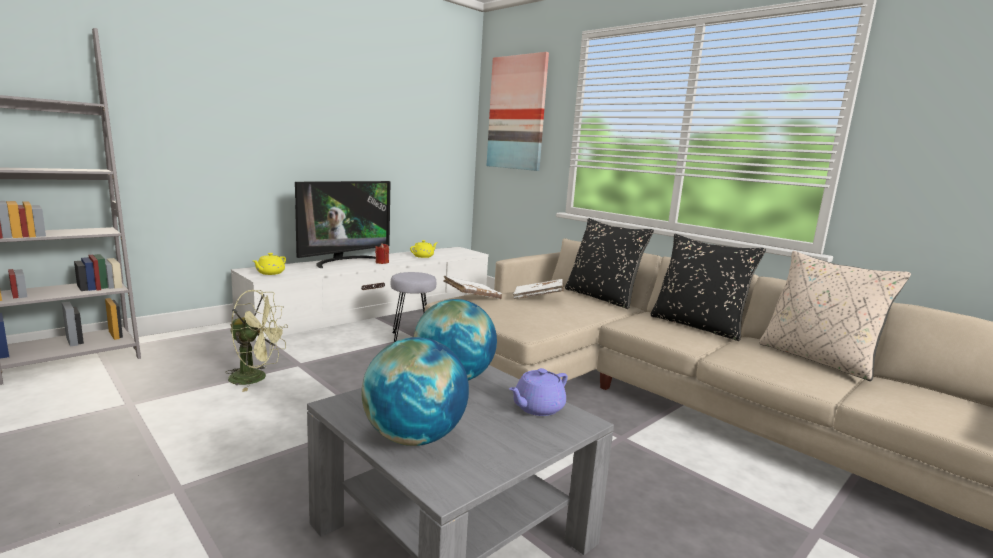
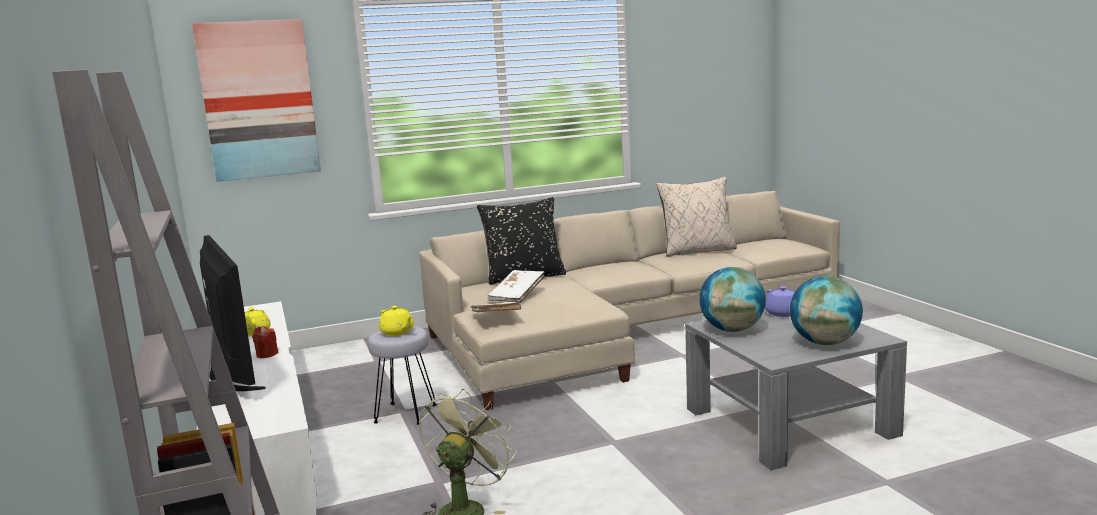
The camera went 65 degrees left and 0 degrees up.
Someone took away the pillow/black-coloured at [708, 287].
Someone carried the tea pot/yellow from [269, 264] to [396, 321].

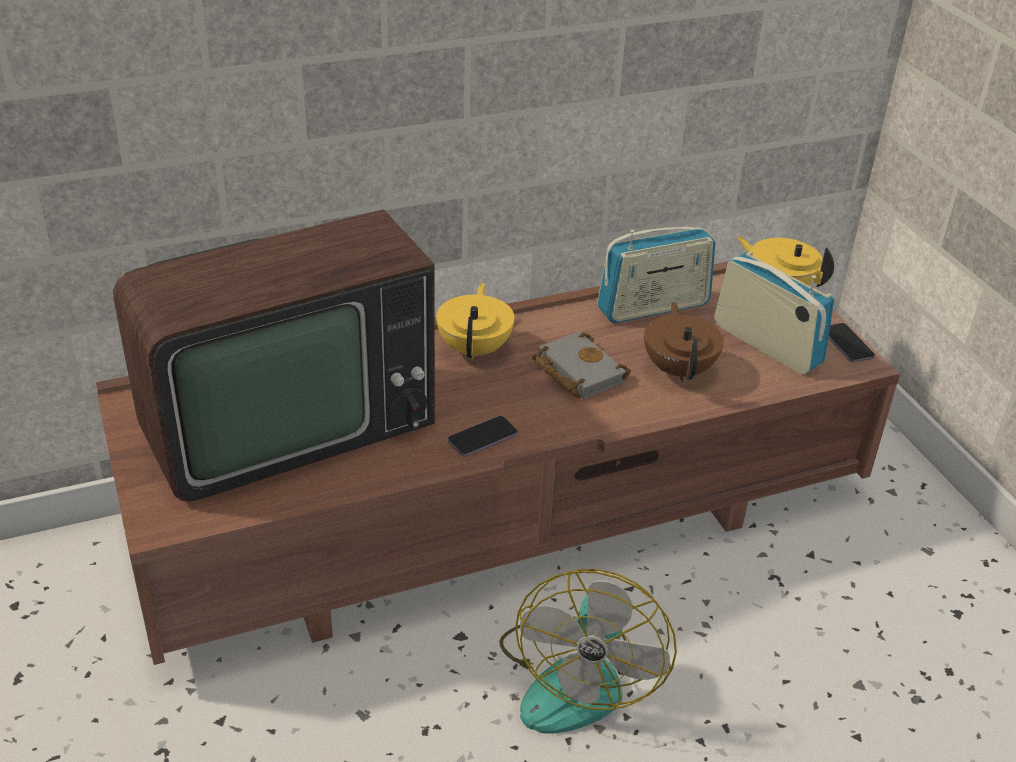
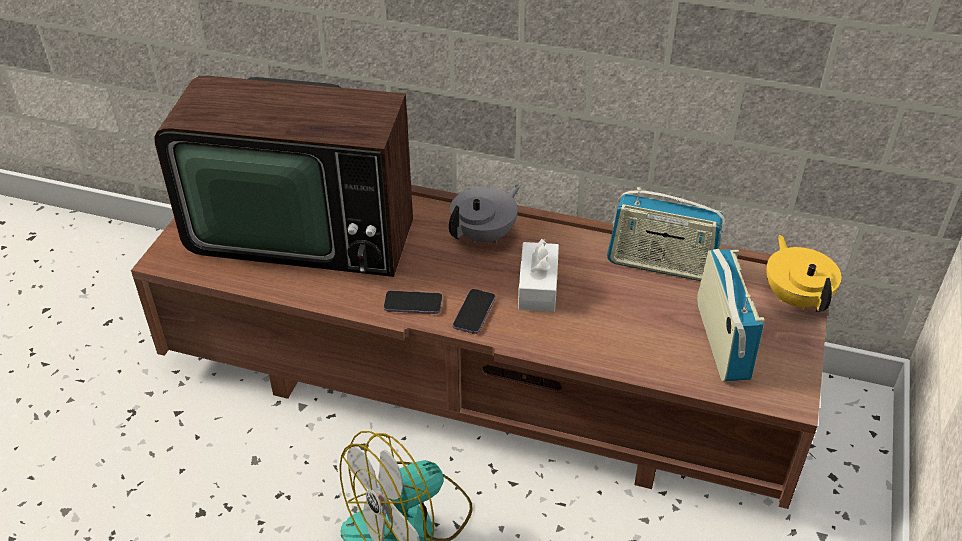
The camera went 40 degrees right and 5 degrees up.
Someone repainted the tea pot/yellow at [475, 322], which became the tea pot/greyish at [484, 214].
Someone took away the tea pot/brown-coloured at [684, 342].
Someone carried the phone from [851, 342] to [474, 311].
Someone swapped the book/greyish at [581, 364] for the box of tissues/whitish at [538, 275].

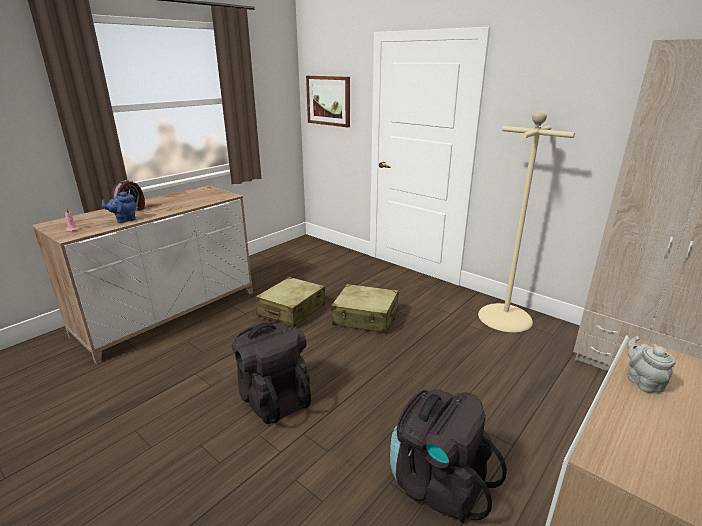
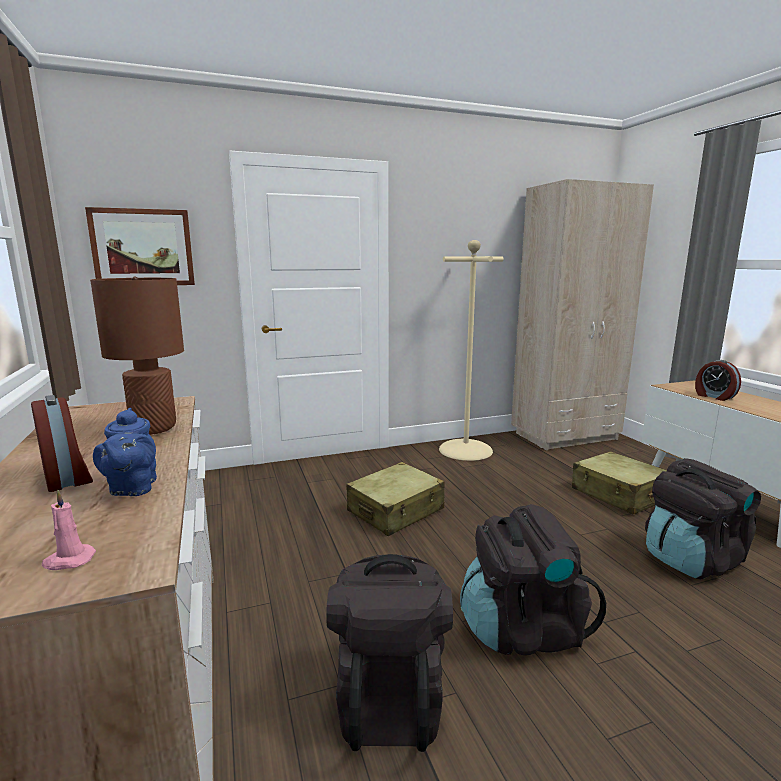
The camera went 60 degrees left and 10 degrees down.
Someone carried the piece of luggage/sand-coloured from [290, 302] to [619, 482].
Someone swapped the tea pot/greyish at [651, 364] for the bedside clock at [718, 380].
Someone put down the table lamp/brown-coloured at [137, 355].
Someone put down the backpack/black-coloured at [389, 653].

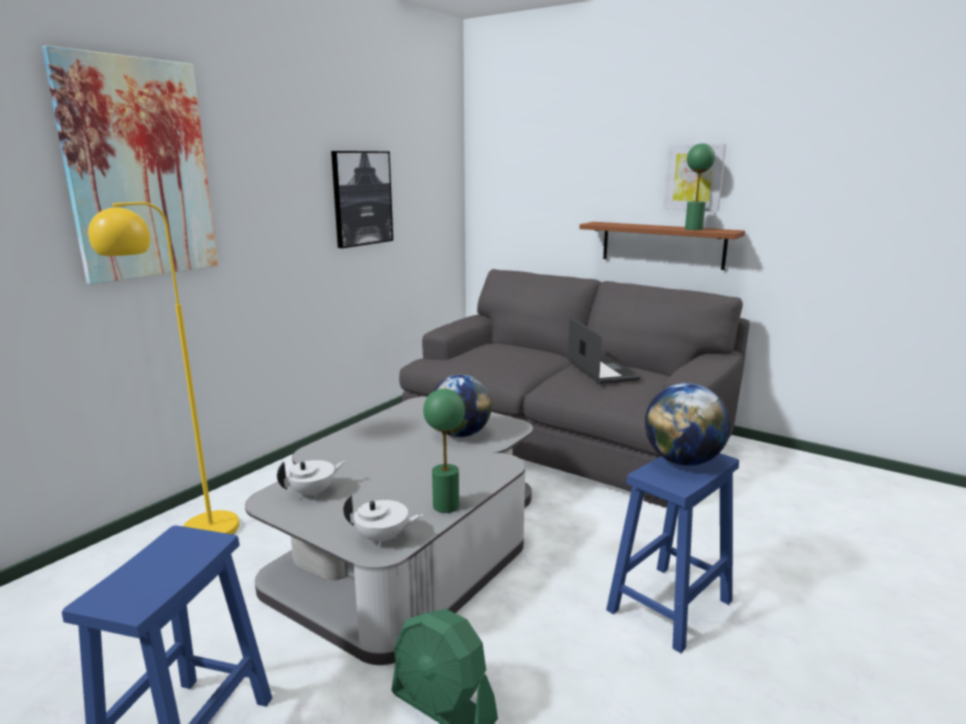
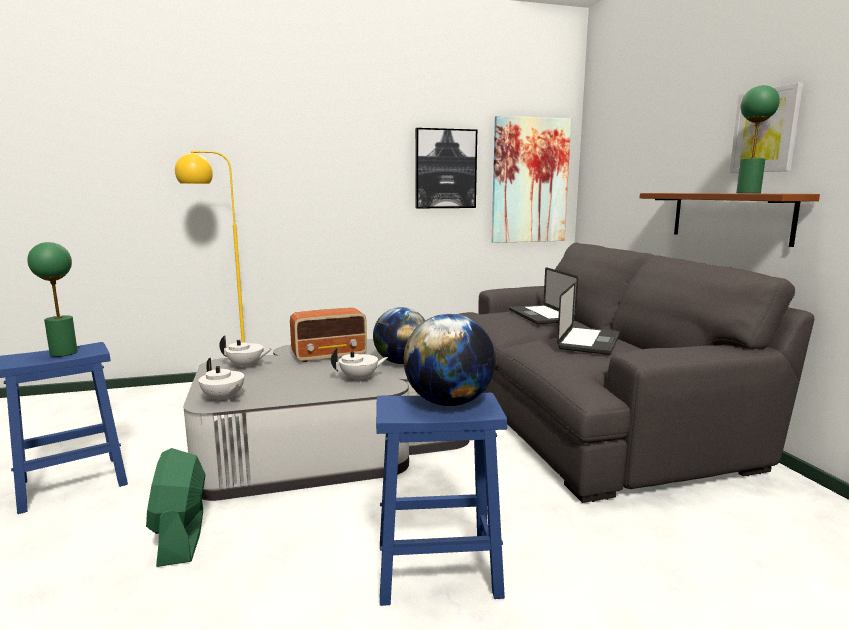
The camera went 40 degrees right and 5 degrees down.
Someone carried the wall art from [130, 165] to [531, 179].
Someone carried the table lamp/greenish from [444, 451] to [52, 299].
Someone put down the portable computer at [543, 295].
Someone put down the radio at [328, 335].
Someone put down the tea pot/whitish at [359, 365].

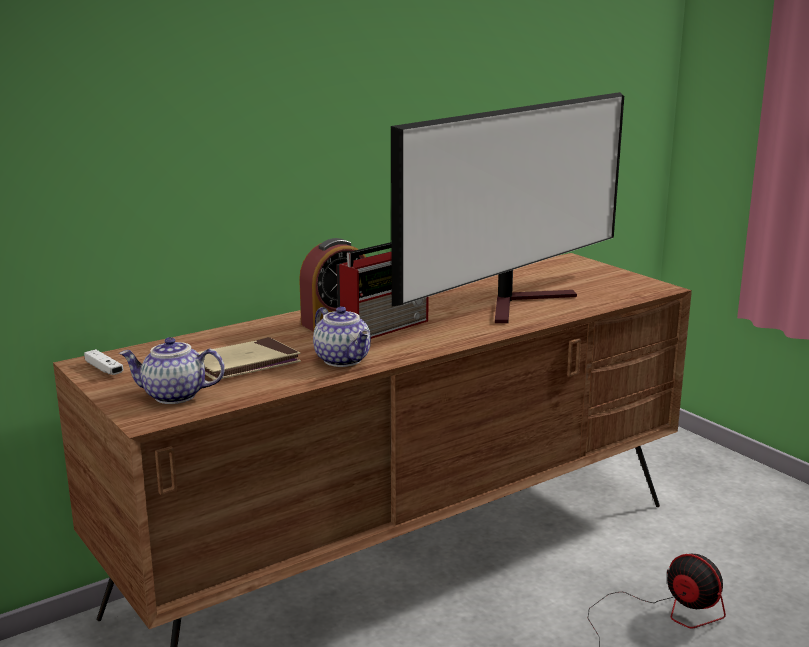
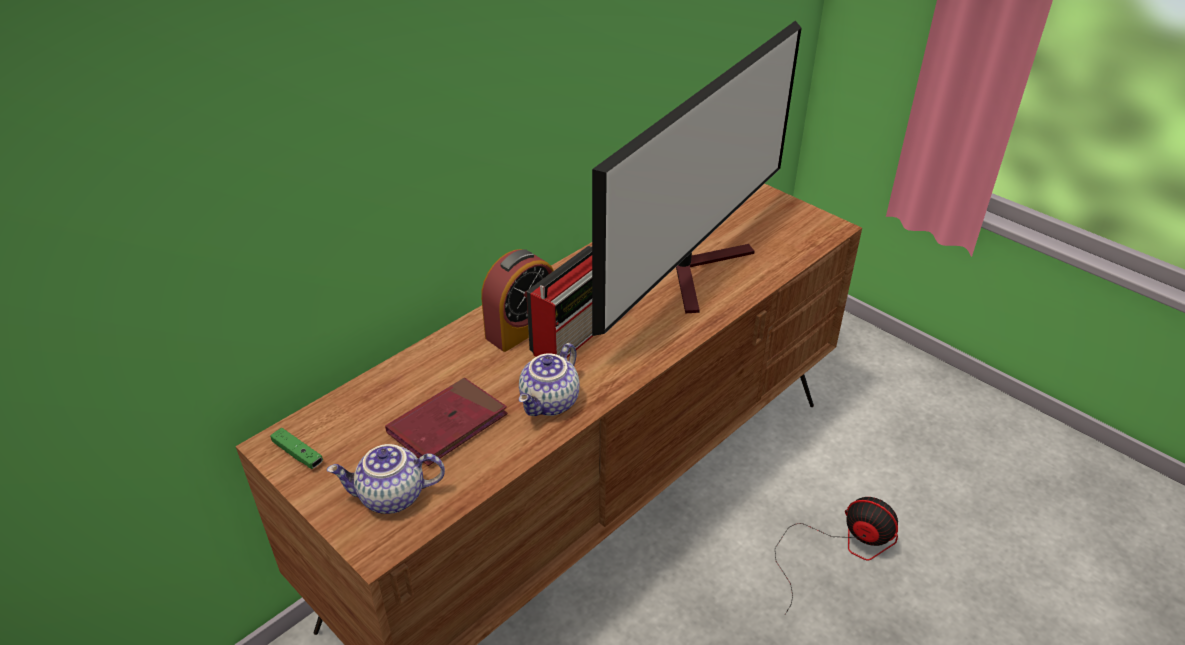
The camera went 10 degrees left and 20 degrees up.
Someone rotated the tea pot at [342, 336] by 75 degrees clockwise.
Someone repainted the book/sand-coloured at [249, 358], which became the book/red-coloured at [446, 422].
Someone repainted the game controller/whitish at [104, 362], which became the game controller/greenish at [296, 448].

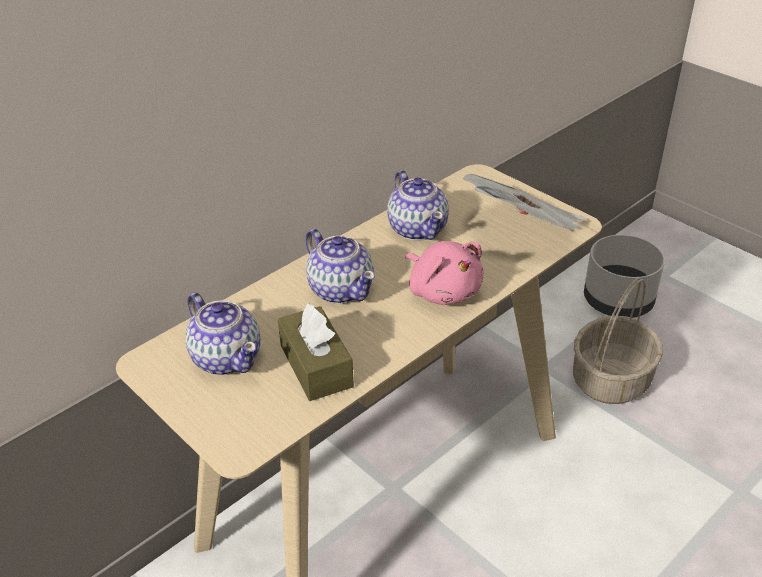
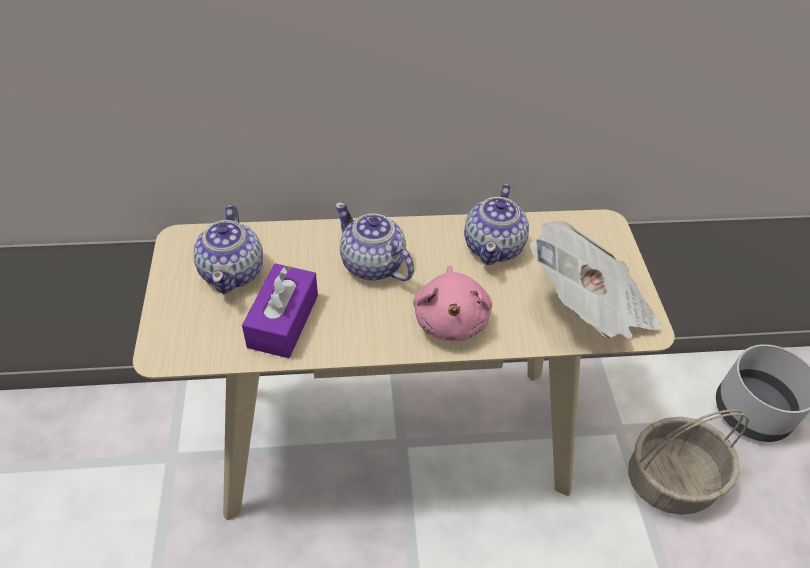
The camera went 35 degrees right and 10 degrees up.
Someone rotated the tea pot at [340, 266] by 135 degrees clockwise.
Someone repainted the box of tissues/brown-coloured at [316, 352], which became the box of tissues/purplish at [280, 310].

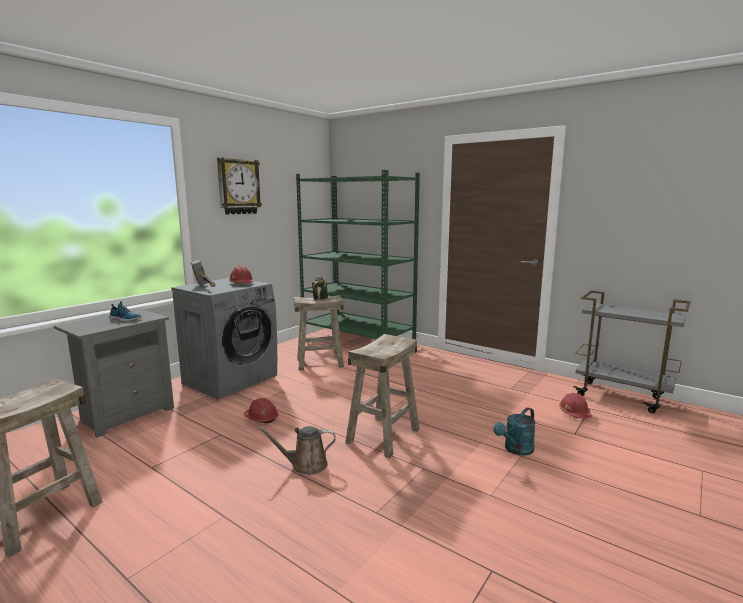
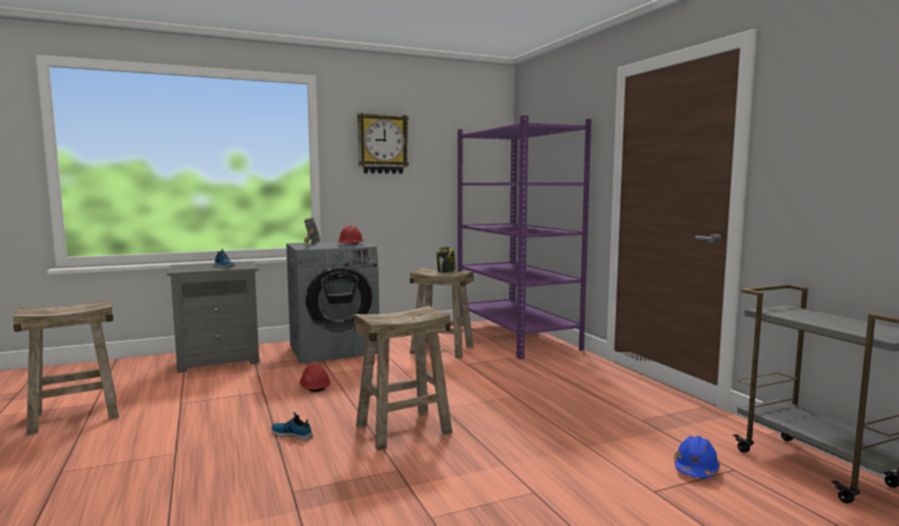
The camera went 30 degrees right and 5 degrees down.
Someone repainted the bookcase/greenish at [358, 254], which became the bookcase/purplish at [524, 237].
Someone repainted the hard hat/red-coloured at [575, 406], which became the hard hat/blue-coloured at [697, 457].
Someone took away the sprinkling can/turquoise at [514, 432].
Someone swapped the sprinkling can/brown-coloured at [296, 450] for the item of footwear at [292, 426].

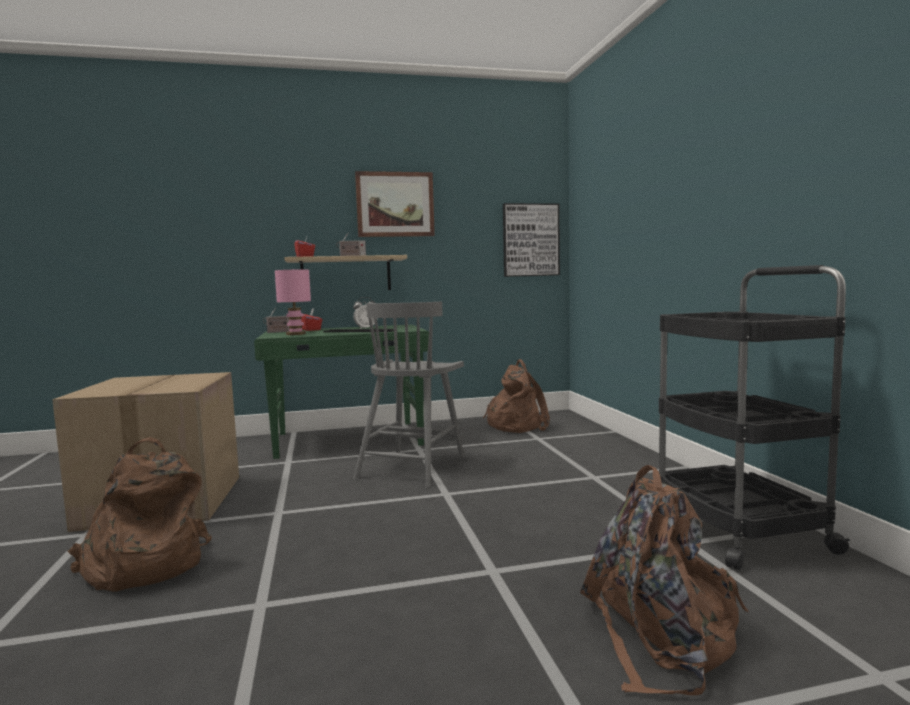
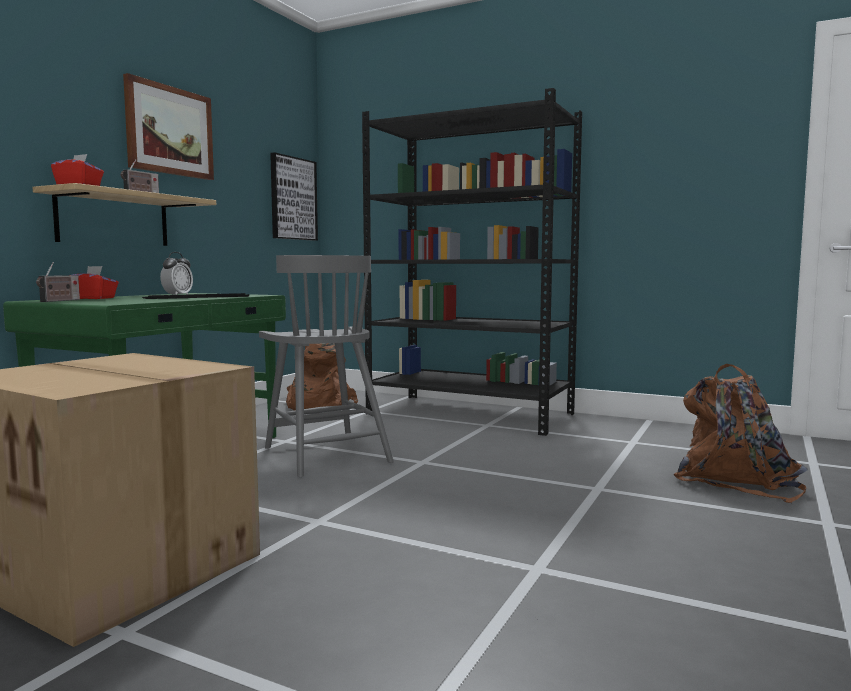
The camera went 50 degrees left and 0 degrees up.
Someone took away the wheeled cart/black-coloured at [754, 417].
Someone took away the table lamp/pinkish at [293, 302].
Someone took away the backpack/brown-coloured at [139, 514].
Someone put down the bookcase/black-coloured at [472, 262].

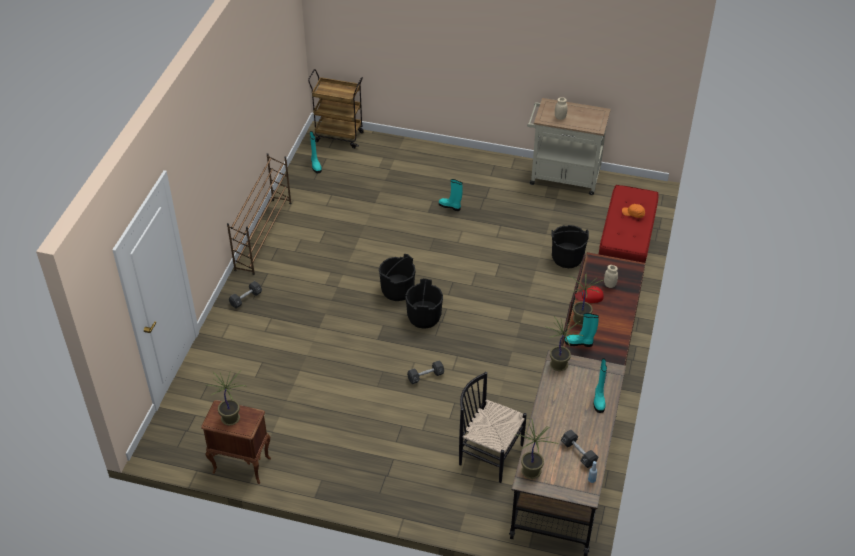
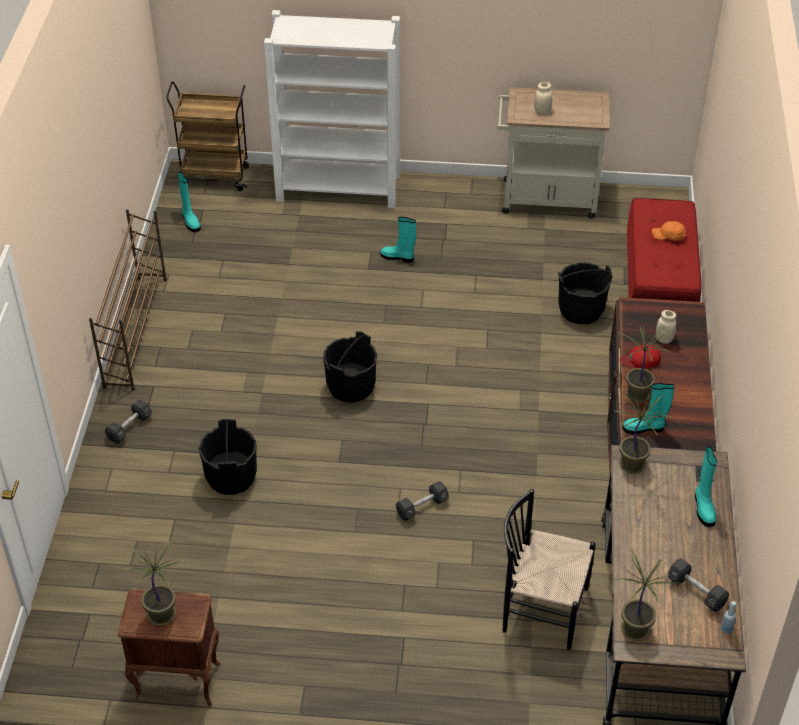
The camera went 10 degrees left and 0 degrees up.
Someone carried the water bucket/black-coloured from [424, 303] to [228, 457].
Someone put down the bookcase/whitish at [332, 109].

